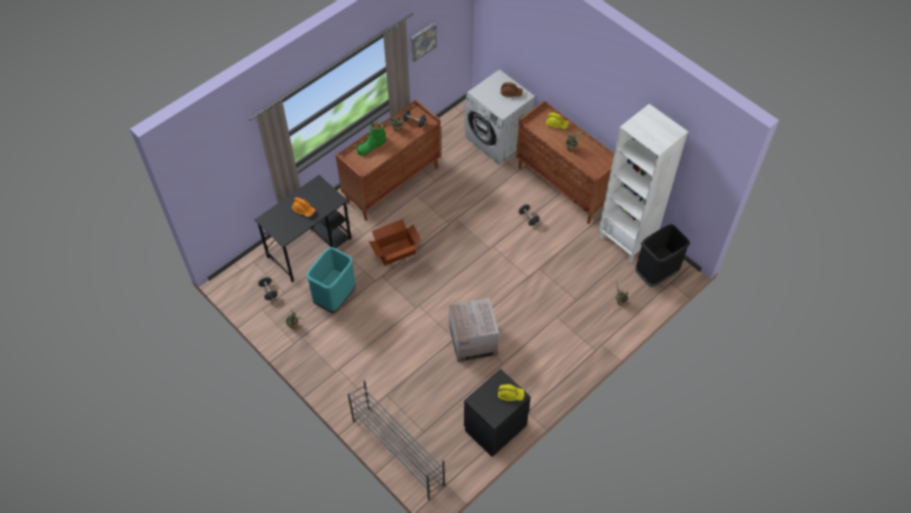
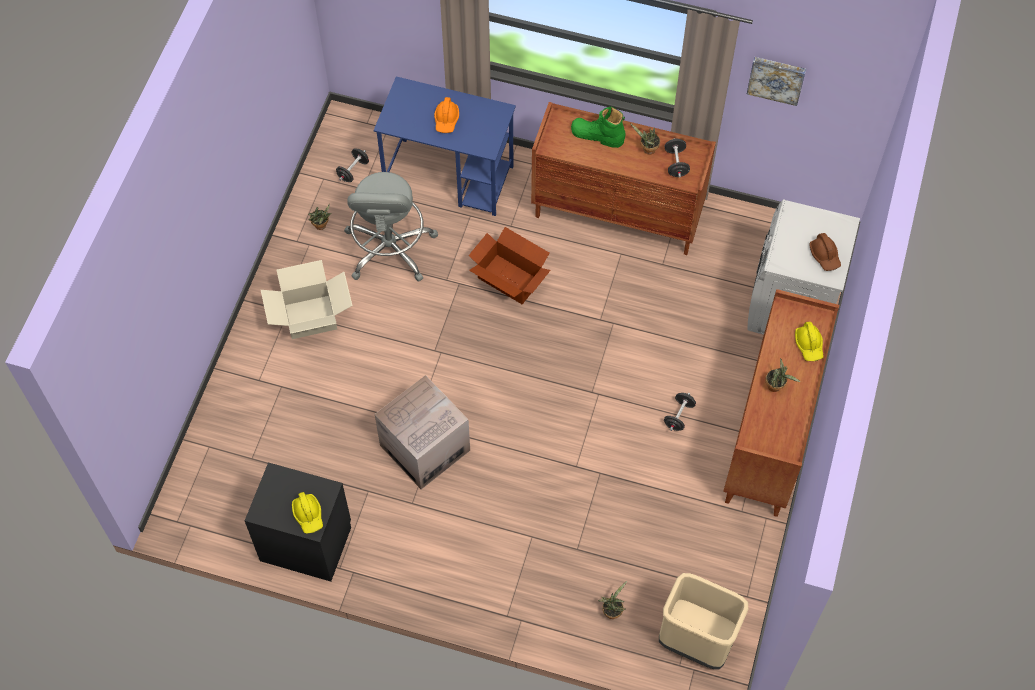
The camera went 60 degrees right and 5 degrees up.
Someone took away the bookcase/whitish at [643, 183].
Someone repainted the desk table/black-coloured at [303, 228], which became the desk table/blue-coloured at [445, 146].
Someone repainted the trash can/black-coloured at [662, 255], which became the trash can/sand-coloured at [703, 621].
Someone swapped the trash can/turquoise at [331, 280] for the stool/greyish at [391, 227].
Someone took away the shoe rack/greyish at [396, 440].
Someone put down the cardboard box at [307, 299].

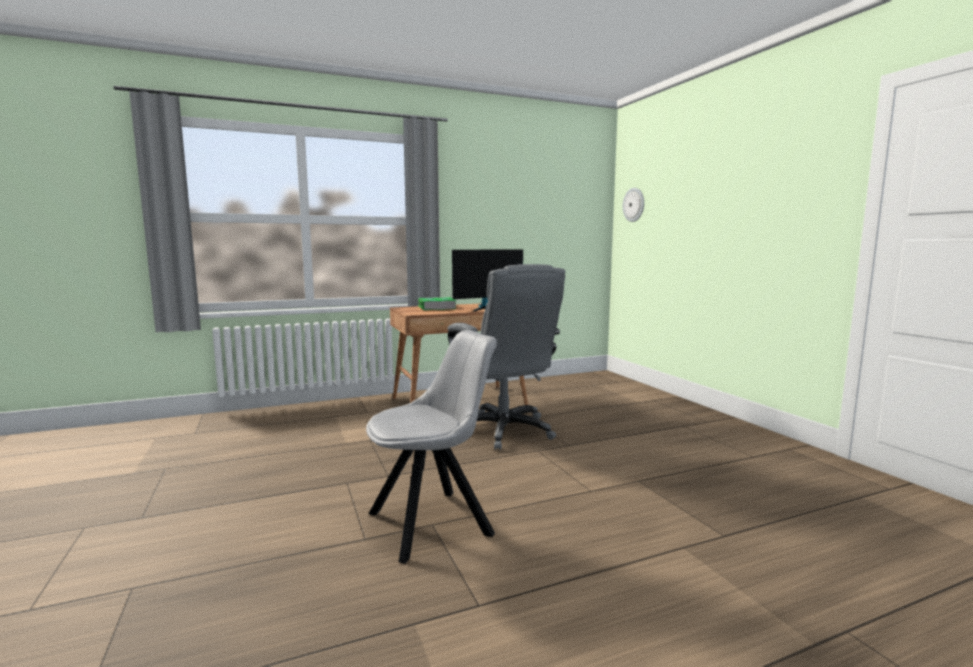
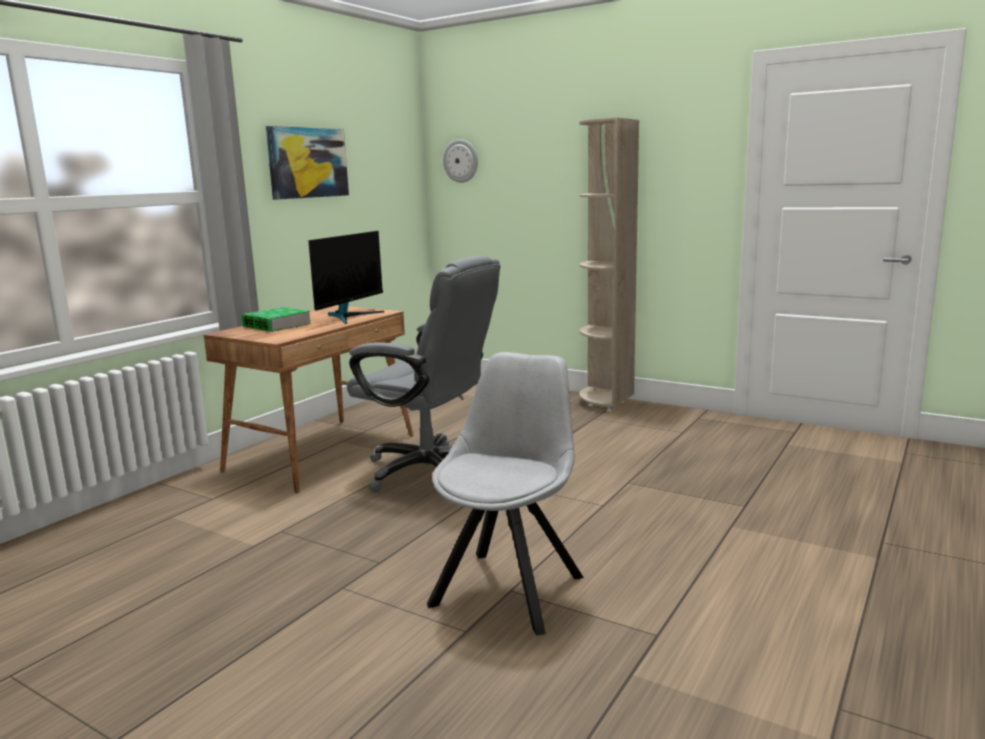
The camera went 35 degrees left and 5 degrees up.
Someone put down the bookcase/sand-coloured at [609, 264].
Someone put up the wall art at [307, 163].

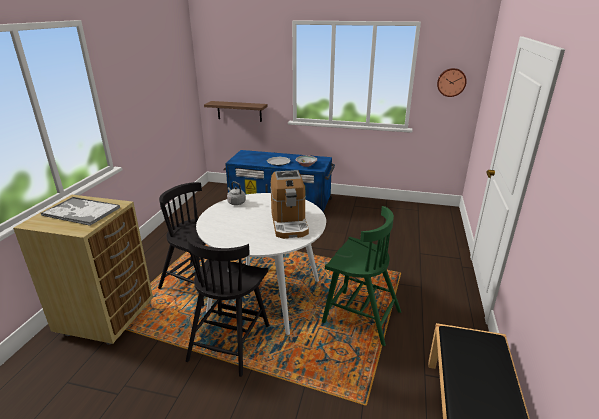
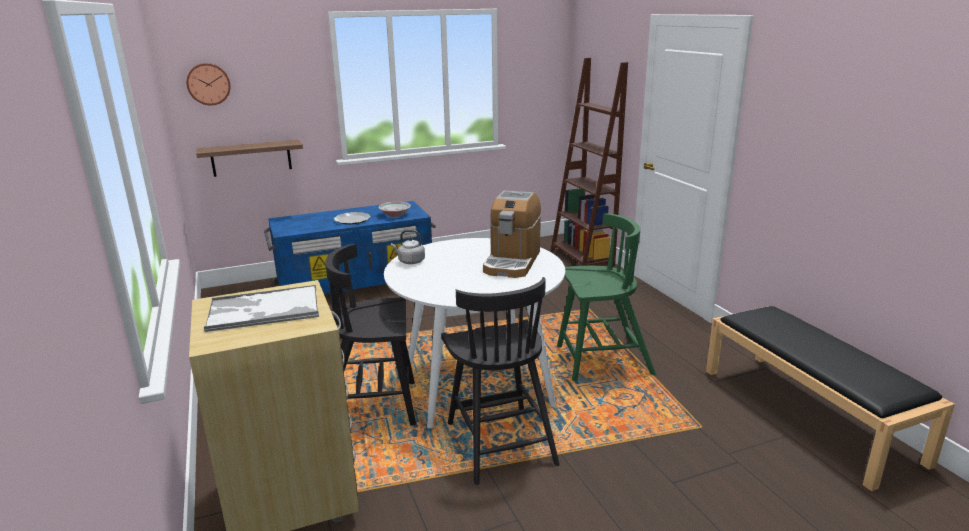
The camera went 35 degrees left and 5 degrees down.
Someone carried the wall clock from [452, 82] to [208, 84].
Someone rotated the coffee maker at [289, 204] by 60 degrees clockwise.
Someone put down the bookcase/brown-coloured at [589, 162].

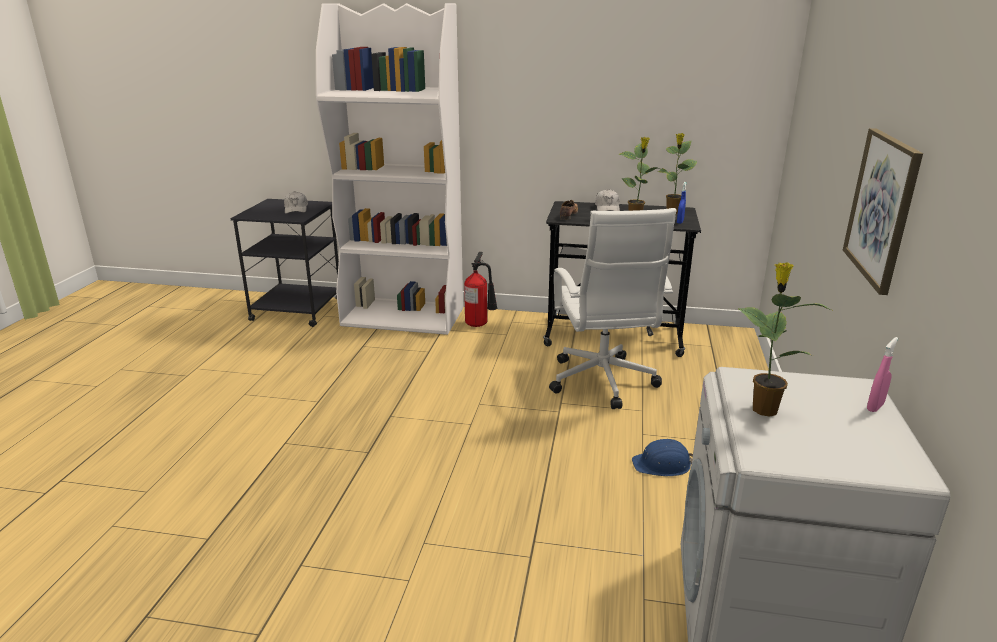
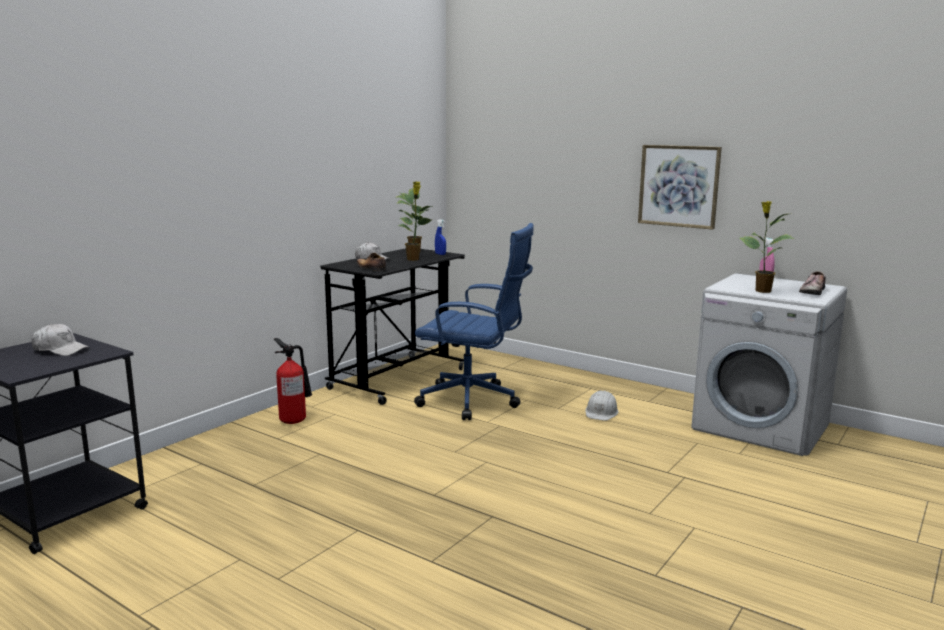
The camera went 65 degrees left and 10 degrees down.
Someone took away the bookcase/whitish at [389, 169].
Someone repainted the computer chair/whitish at [613, 308], which became the computer chair/blue-coloured at [474, 321].
Someone repainted the hard hat/blue-coloured at [662, 457], which became the hard hat/whitish at [602, 405].
Someone put down the item of footwear at [812, 283].

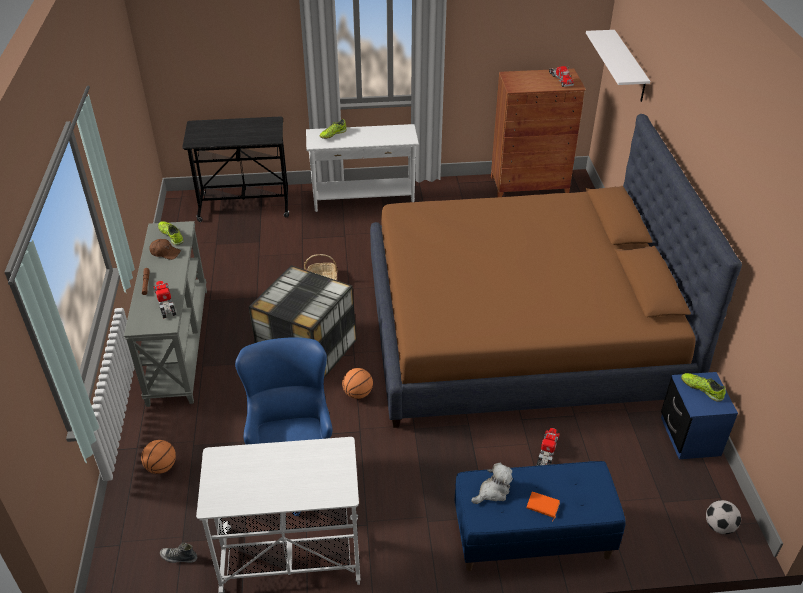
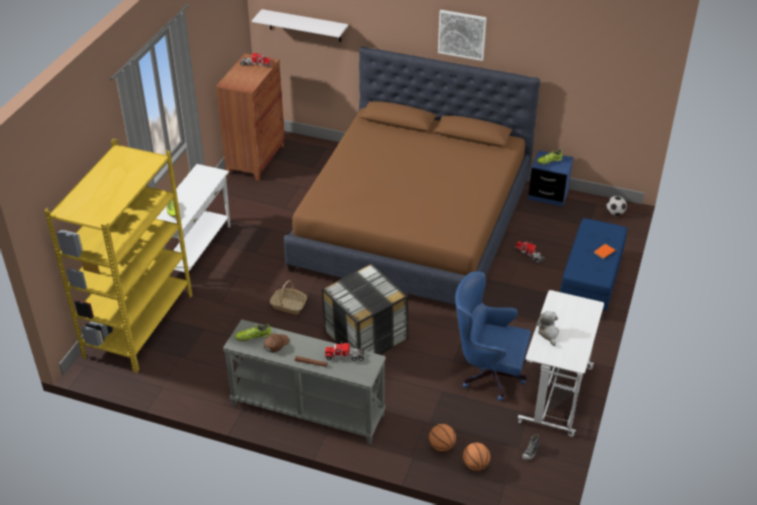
The camera went 65 degrees left and 0 degrees up.
Someone swapped the desk table/black-coloured at [235, 169] for the bookcase/yellow at [118, 256].
Someone carried the ball for basketball from [357, 383] to [476, 457].
Someone carried the cuddly toy from [492, 483] to [548, 328].
Someone put up the wall art at [462, 35].

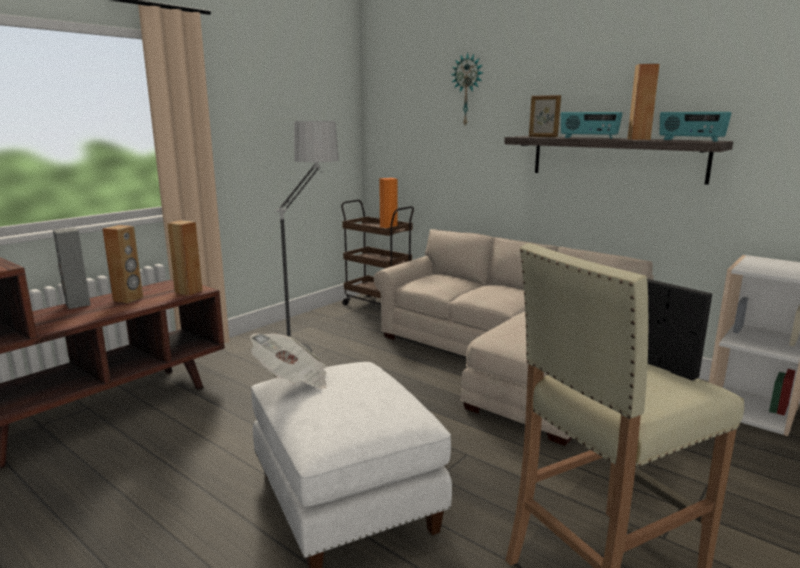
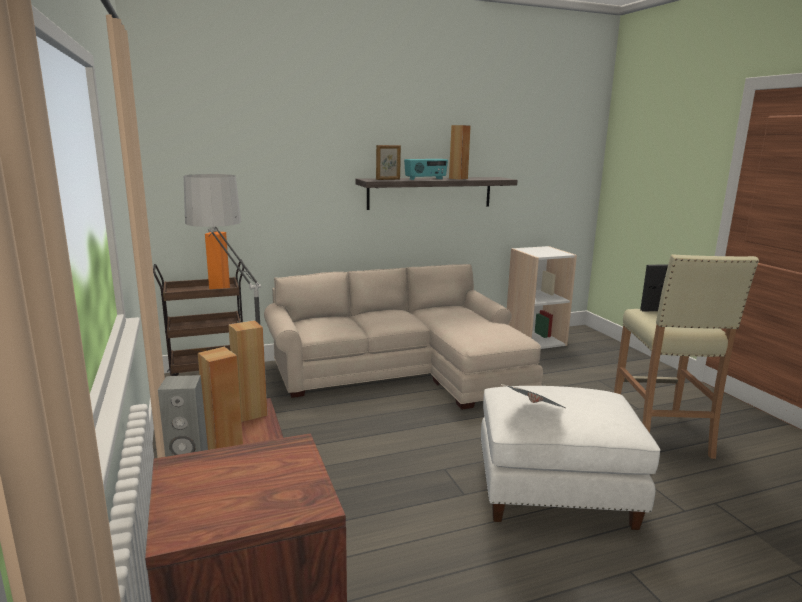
The camera went 60 degrees left and 0 degrees up.
Someone took away the wall clock at [467, 88].
Someone took away the radio at [695, 127].

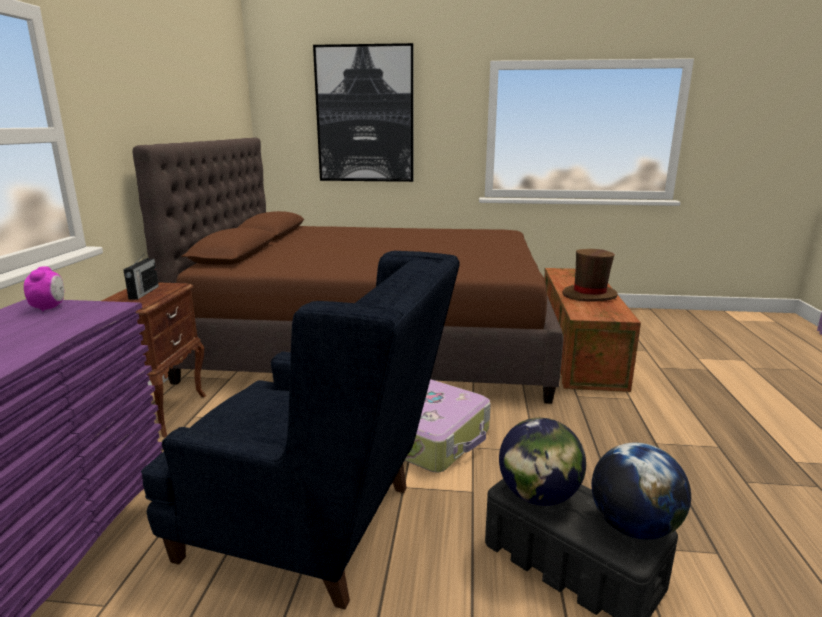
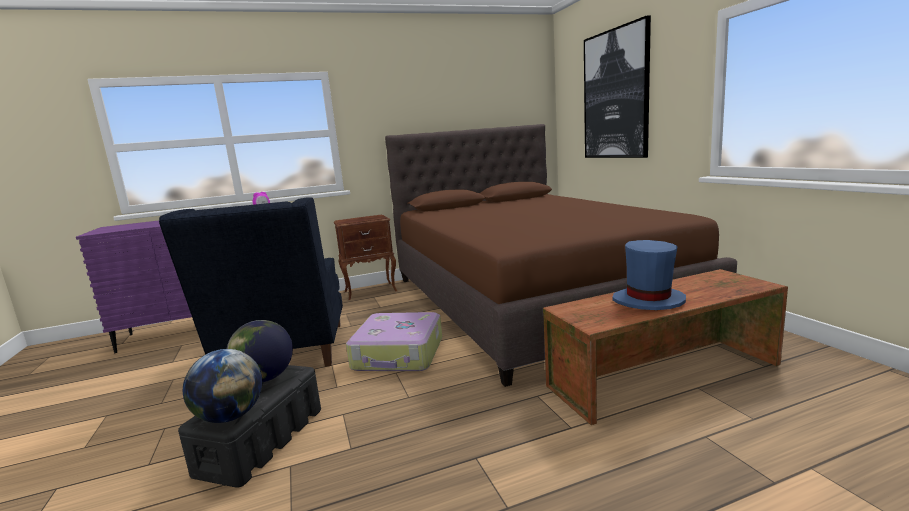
The camera went 65 degrees right and 5 degrees down.
Someone repainted the clothing hat/brown-coloured at [590, 275], which became the clothing hat/blue-coloured at [649, 275].
Someone took away the radio at [141, 275].

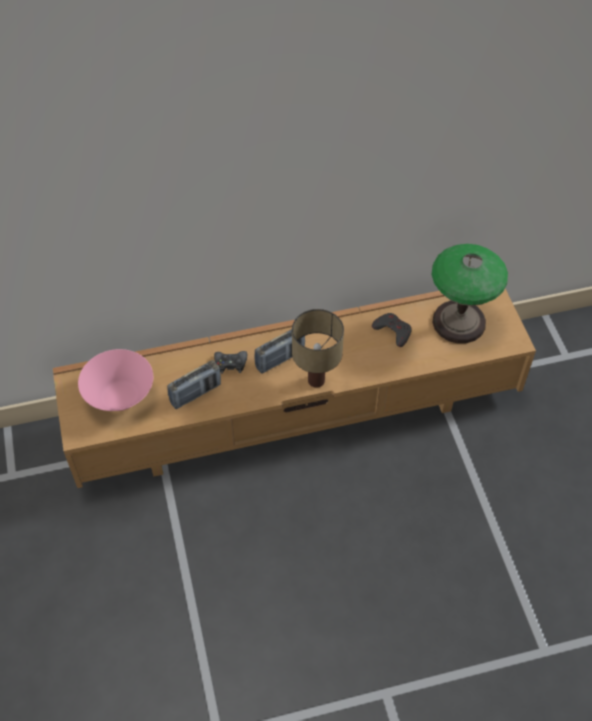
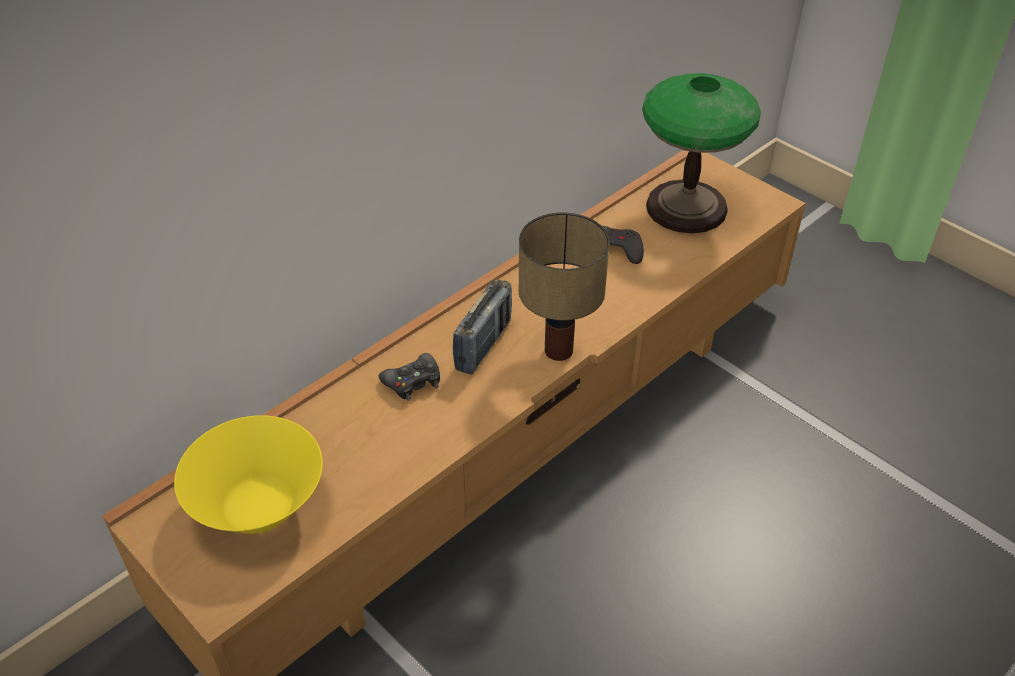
The camera went 30 degrees left and 10 degrees down.
Someone repainted the serving bowl/pinkish at [115, 380], which became the serving bowl/yellow at [248, 474].
Someone took away the radio at [194, 384].

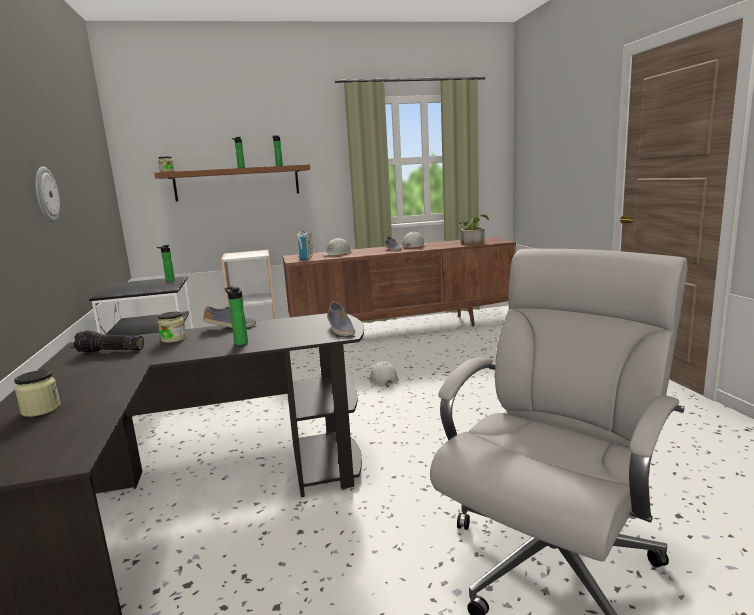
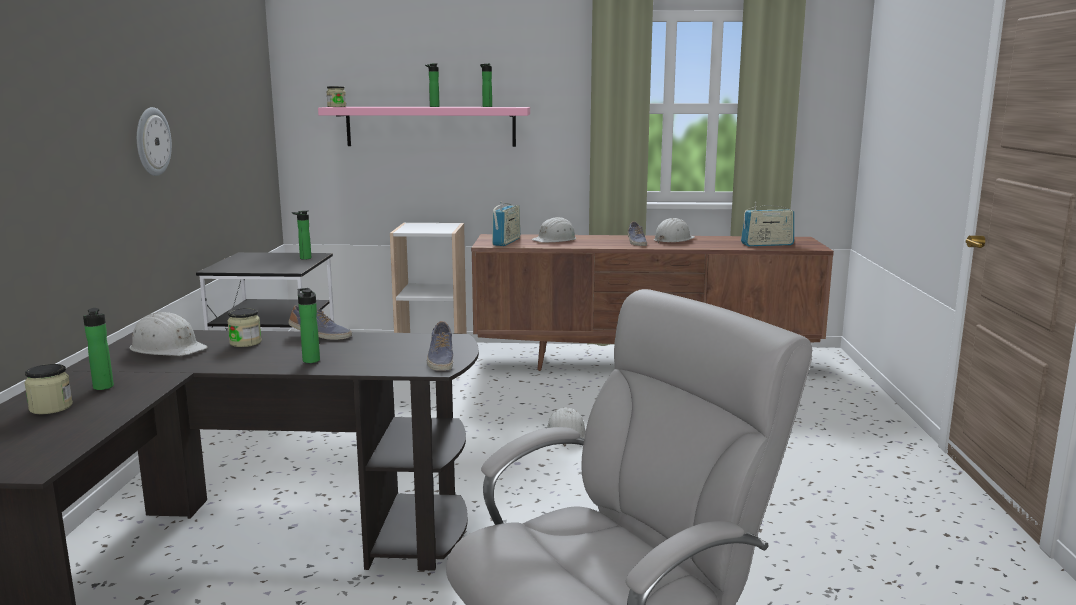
The camera went 15 degrees right and 0 degrees up.
Someone repainted the bracket shelf/brown-coloured at [232, 183], which became the bracket shelf/pinkish at [424, 127].
Someone swapped the plant in a pot at [474, 229] for the radio at [767, 224].
Someone swapped the flashlight at [109, 341] for the hard hat/whitish at [169, 334].
Someone put down the drink bottle at [98, 349].

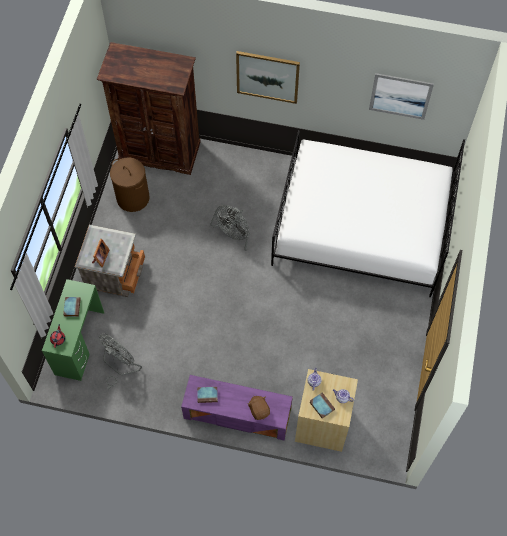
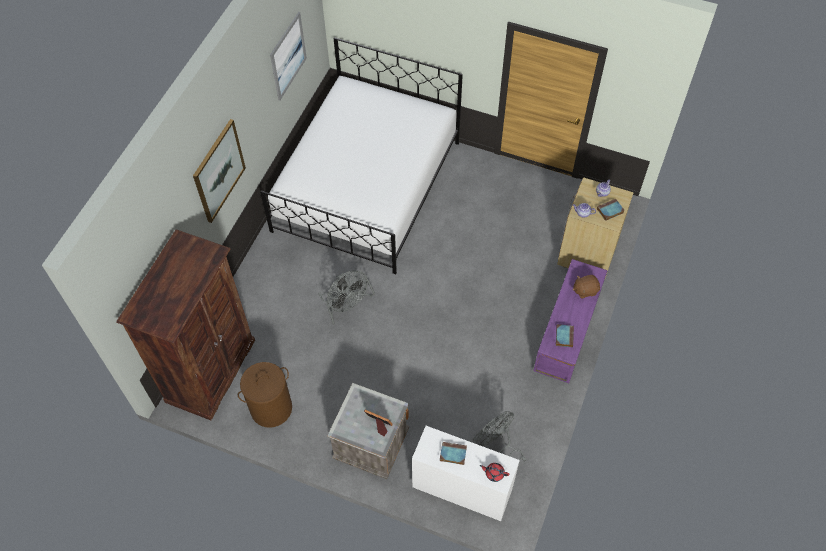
The camera went 80 degrees left and 5 degrees down.
Someone repainted the desk table/greenish at [73, 330], which became the desk table/whitish at [466, 473].

